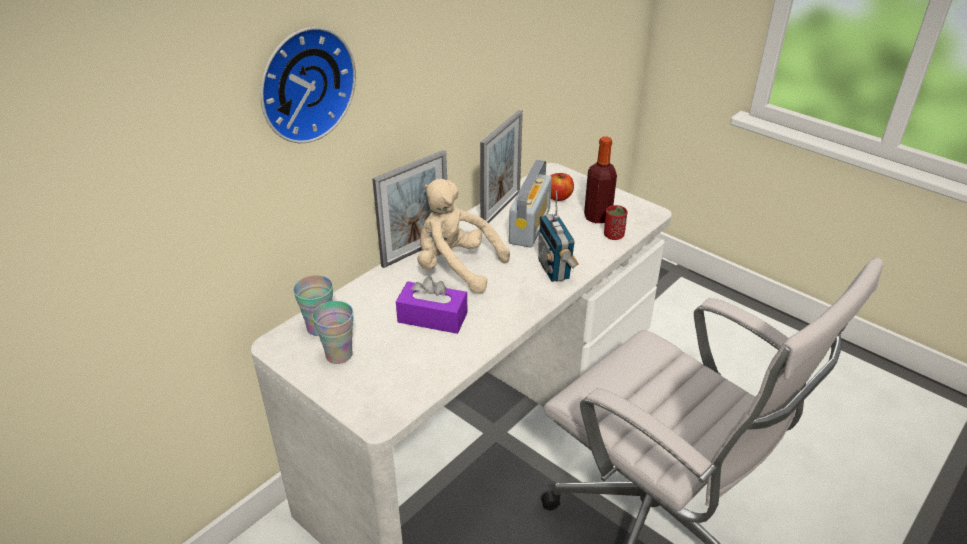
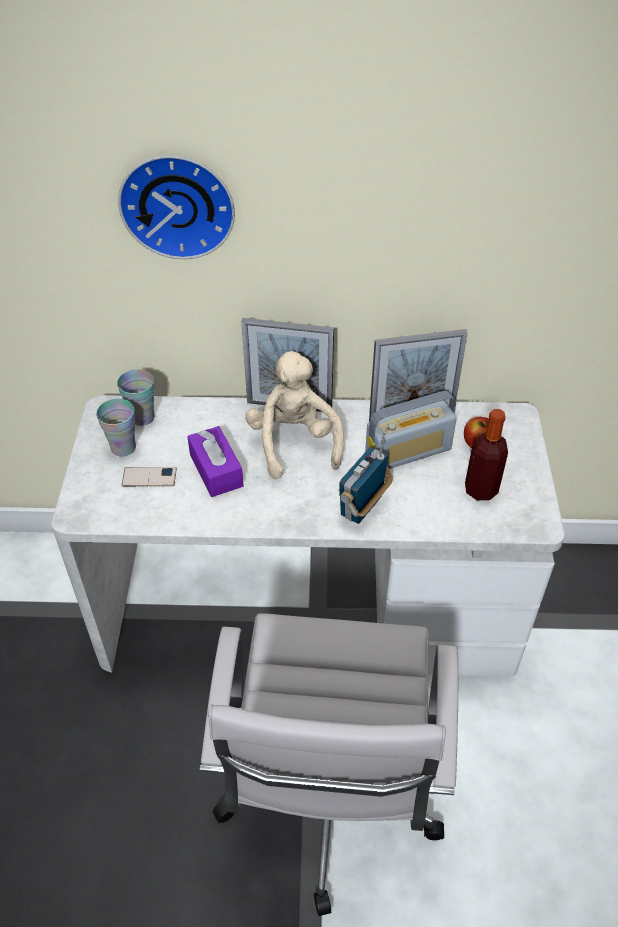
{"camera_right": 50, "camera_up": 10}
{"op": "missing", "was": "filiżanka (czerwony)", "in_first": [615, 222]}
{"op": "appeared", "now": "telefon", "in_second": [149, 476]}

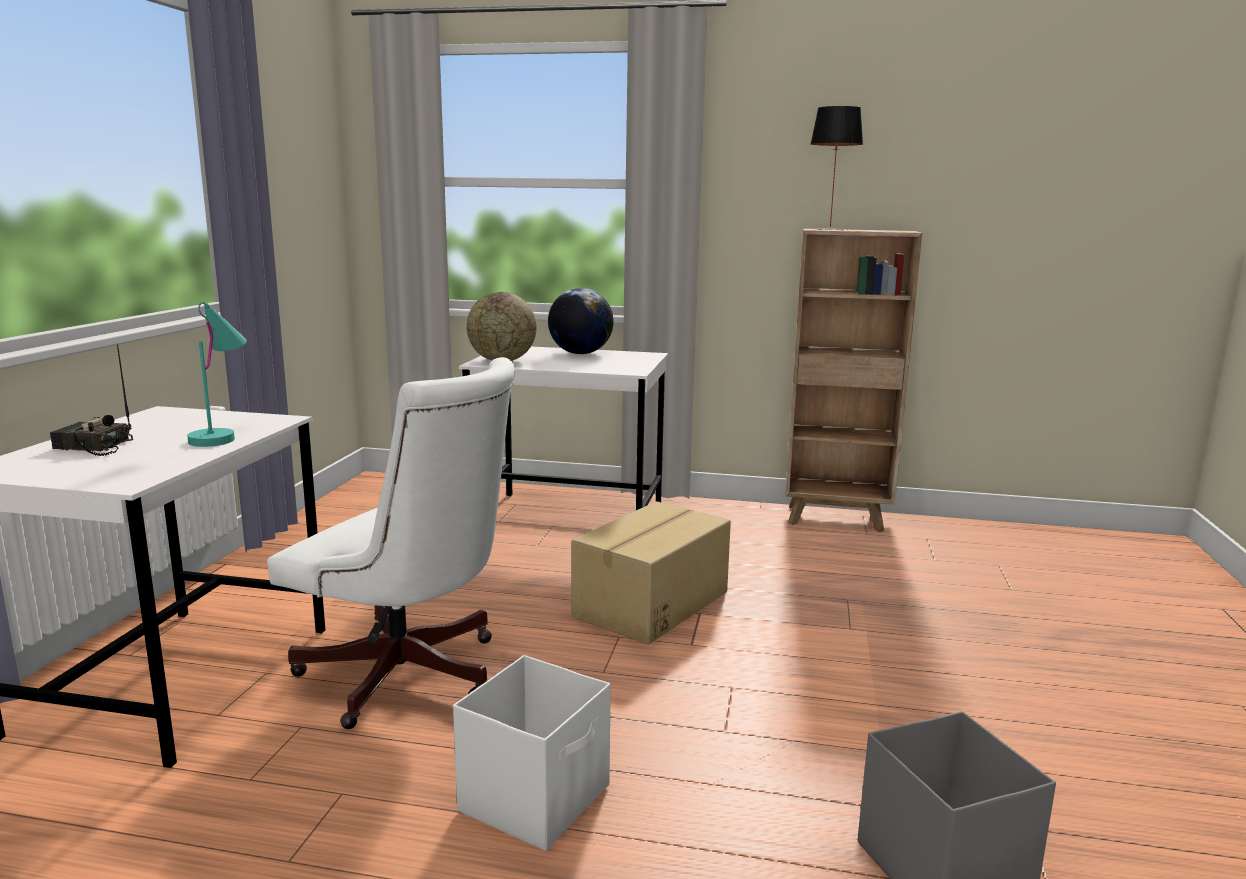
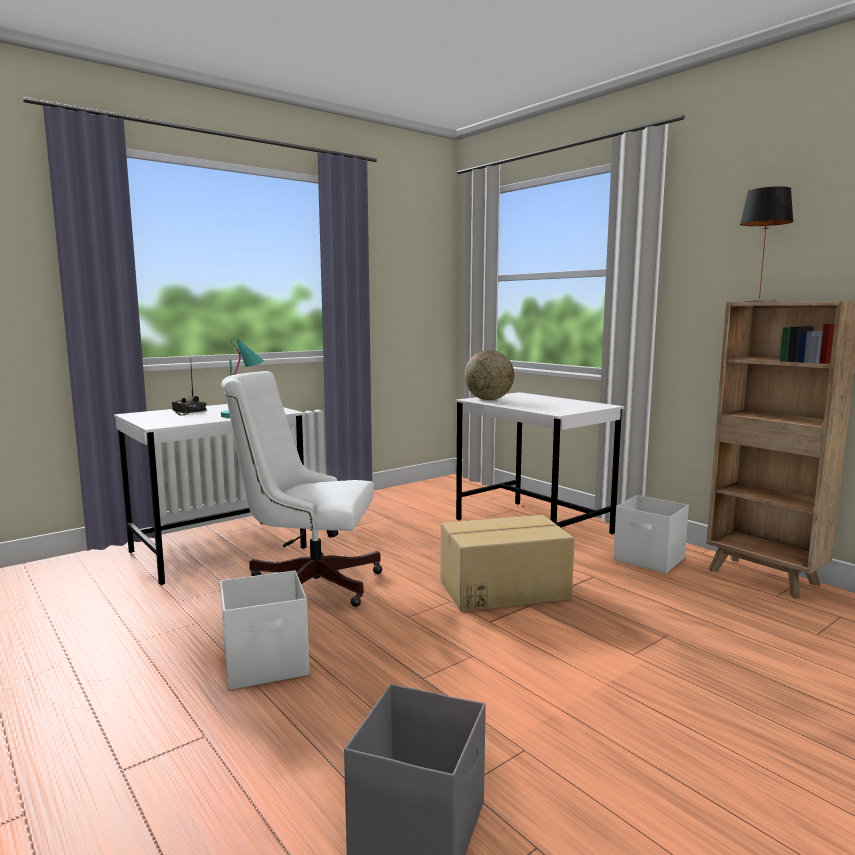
{"camera_right": 40, "camera_up": -5}
{"op": "spun", "was": "krzesło biurowe (biały)", "in_first": [391, 543], "in_second": [302, 489], "clockwise": 120}
{"op": "missing", "was": "globus", "in_first": [581, 321]}
{"op": "appeared", "now": "pojemnik do przechowywania (biały)", "in_second": [651, 534]}

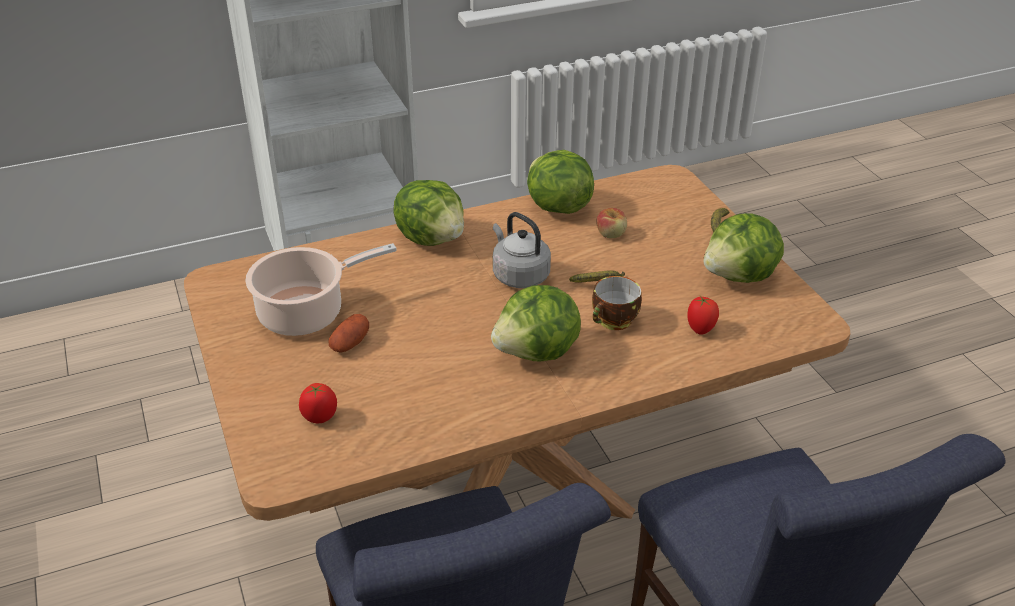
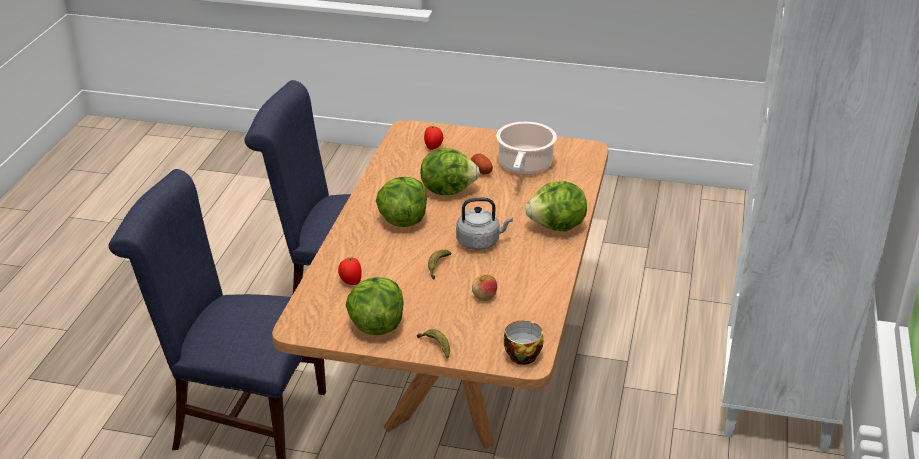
{"camera_right": 125, "camera_up": -5}
{"op": "relocated", "was": "sałata", "in_first": [560, 182], "in_second": [450, 171]}
{"op": "relocated", "was": "filiżanka", "in_first": [617, 303], "in_second": [523, 342]}

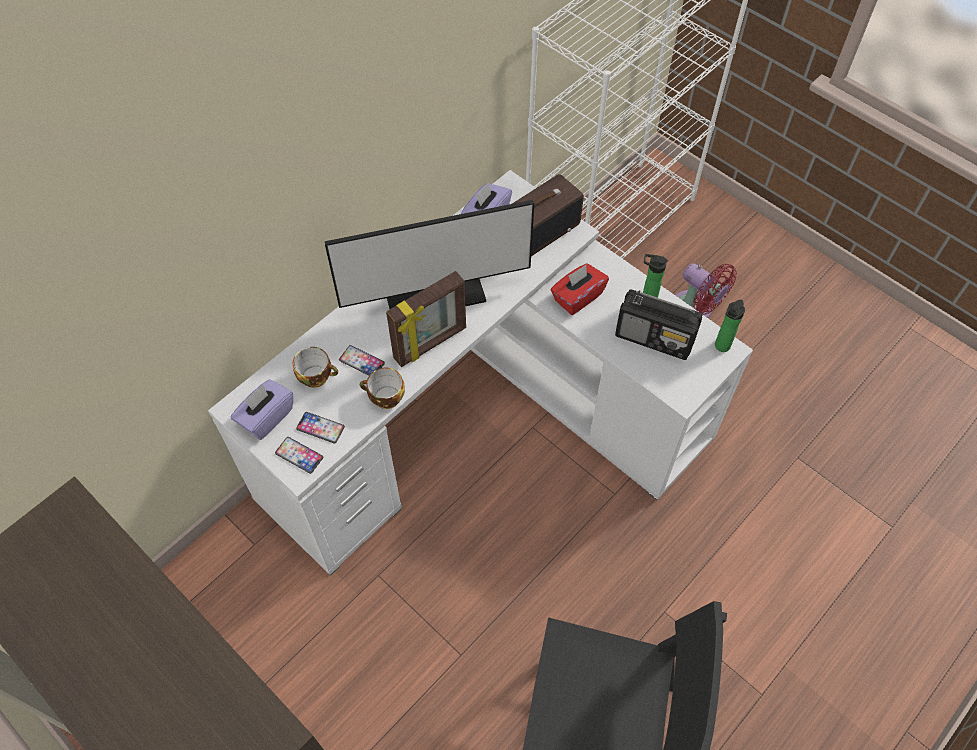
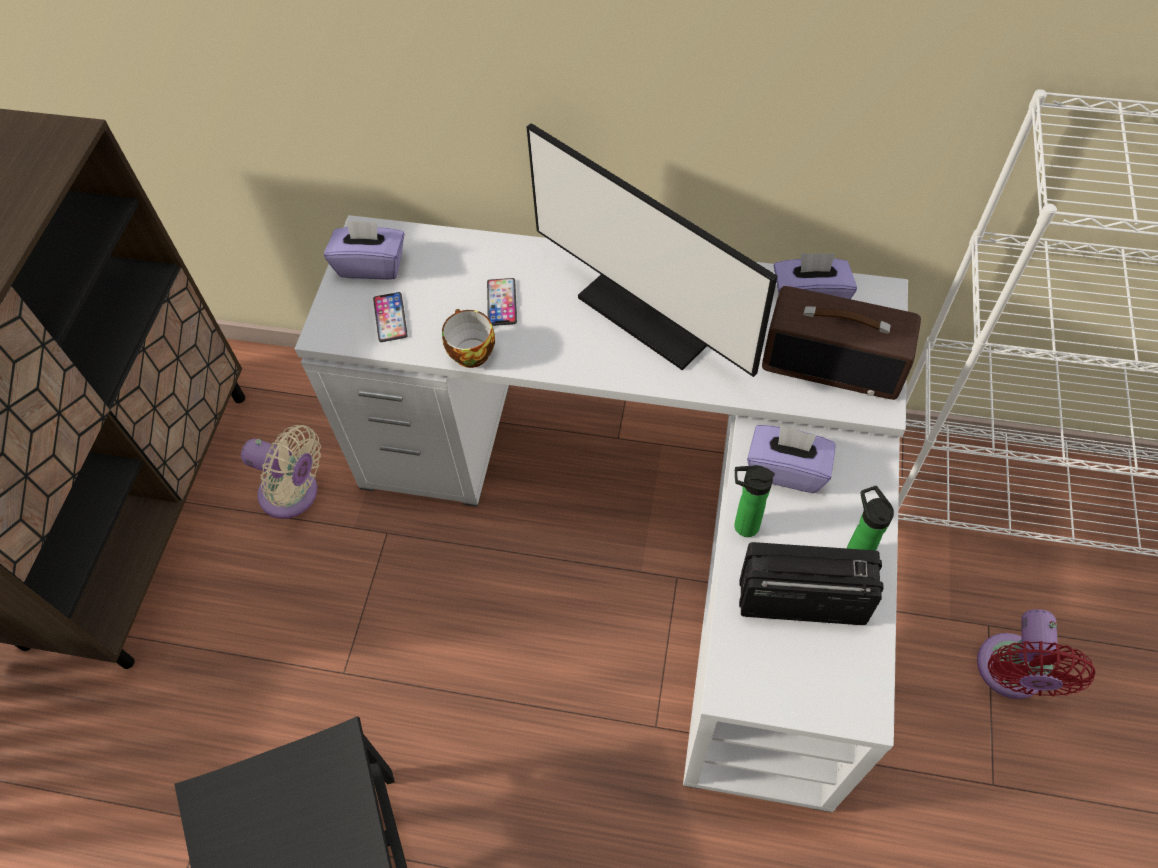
{"camera_right": 60, "camera_up": 0}
{"op": "missing", "was": "telefon", "in_first": [299, 455]}
{"op": "missing", "was": "filiżanka", "in_first": [315, 367]}
{"op": "missing", "was": "ramka na zdjęcie", "in_first": [426, 319]}
{"op": "colour", "was": "pudełko chusteczek (czerwony)", "now": "pudełko chusteczek (fioletowy)", "in_first": [580, 289], "in_second": [791, 459]}
{"op": "spun", "was": "radio", "in_first": [658, 324], "in_second": [811, 583], "clockwise": 105}
{"op": "relocated", "was": "butelka", "in_first": [730, 325], "in_second": [754, 501]}
{"op": "appeared", "now": "wentylator (beżowy)", "in_second": [281, 472]}

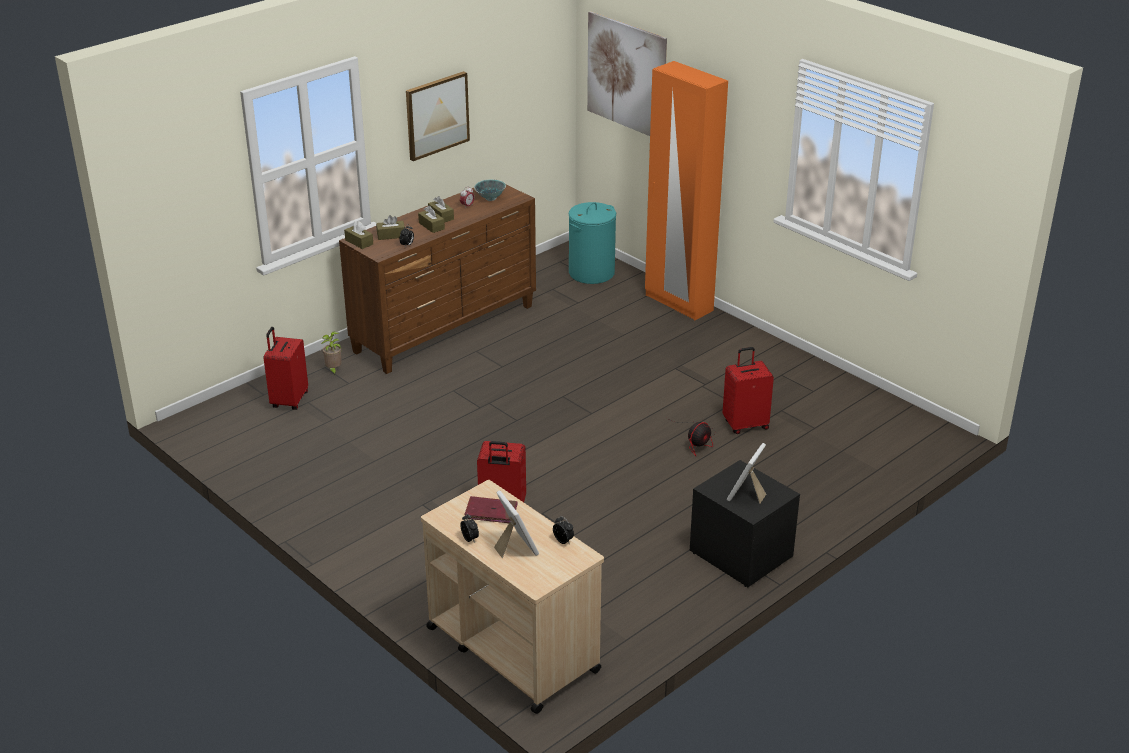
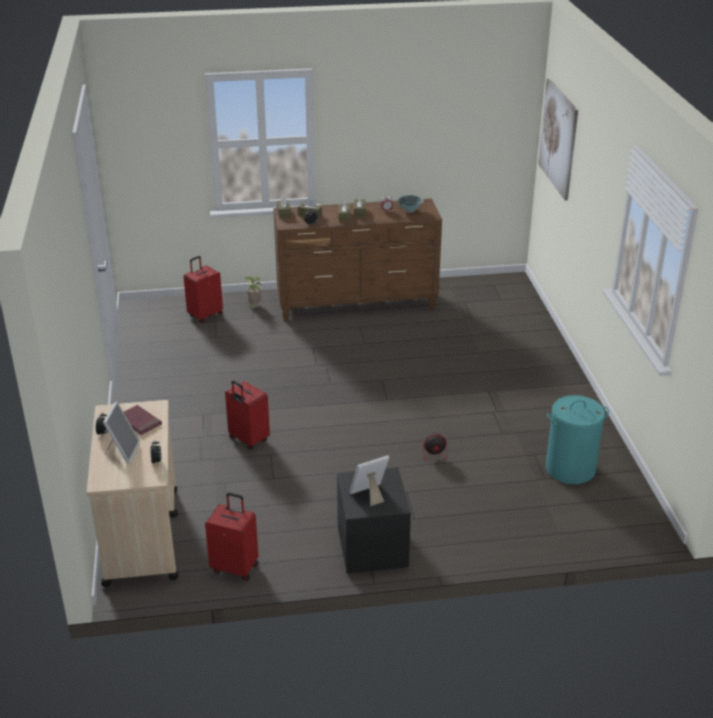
{"camera_right": 35, "camera_up": 0}
{"op": "missing", "was": "obraz", "in_first": [438, 116]}
{"op": "relocated", "was": "kosz na pranie (turkusowy)", "in_first": [592, 243], "in_second": [577, 439]}
{"op": "missing", "was": "szafa (pomarańczowy)", "in_first": [686, 190]}
{"op": "relocated", "was": "walizka (czerwony)", "in_first": [748, 390], "in_second": [232, 536]}

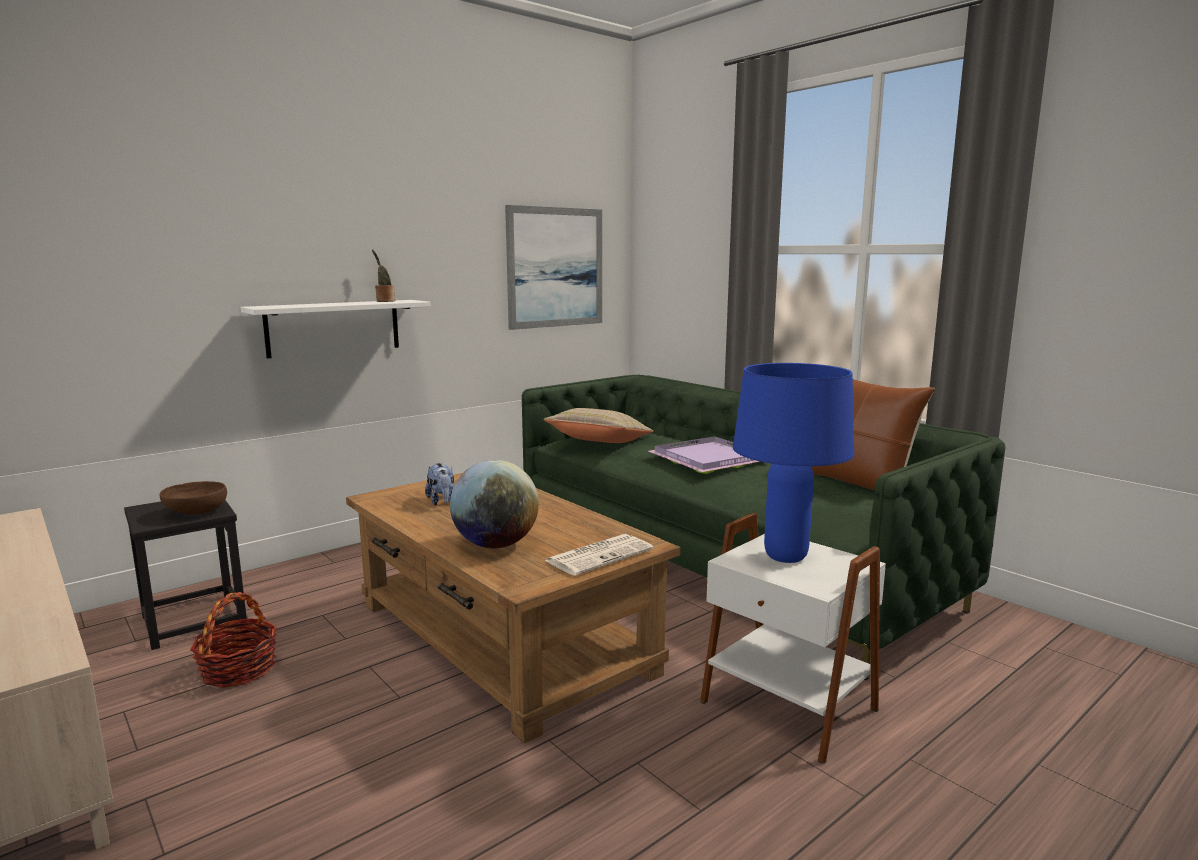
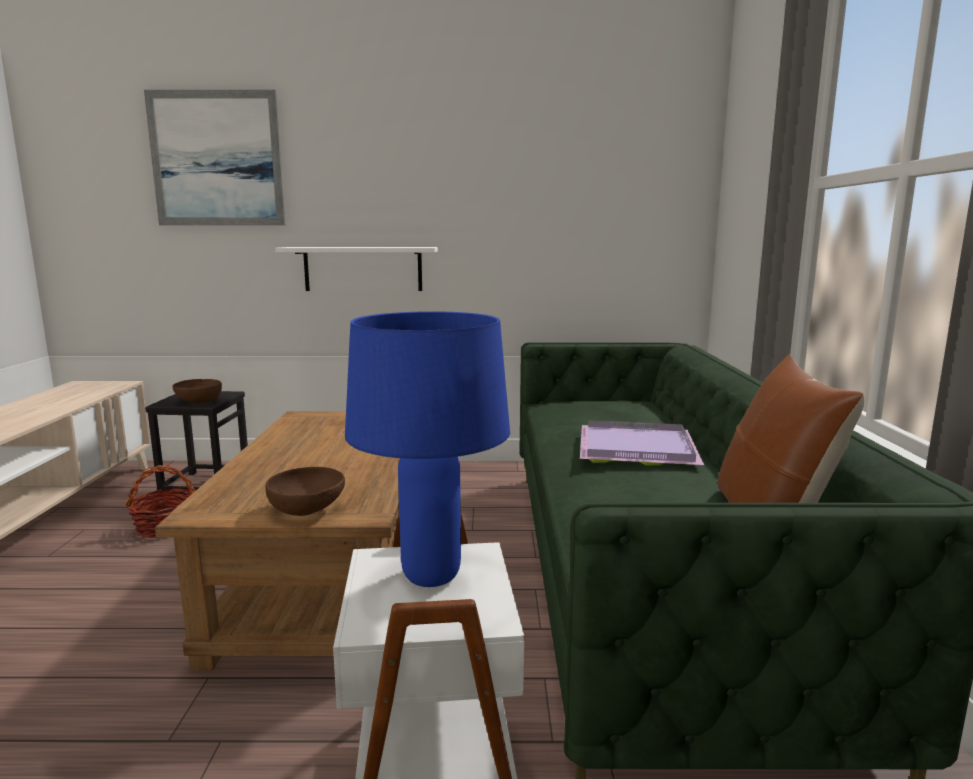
{"camera_right": 40, "camera_up": 0}
{"op": "missing", "was": "roślina doniczkowa", "in_first": [383, 275]}
{"op": "missing", "was": "pluszak", "in_first": [439, 484]}
{"op": "missing", "was": "globus", "in_first": [494, 504]}
{"op": "relocated", "was": "obraz", "in_first": [553, 267], "in_second": [214, 157]}
{"op": "missing", "was": "poduszka (beżowy)", "in_first": [598, 425]}
{"op": "exchanged", "was": "gazeta", "now": "miska (brązowy)", "in_first": [599, 555], "in_second": [305, 491]}

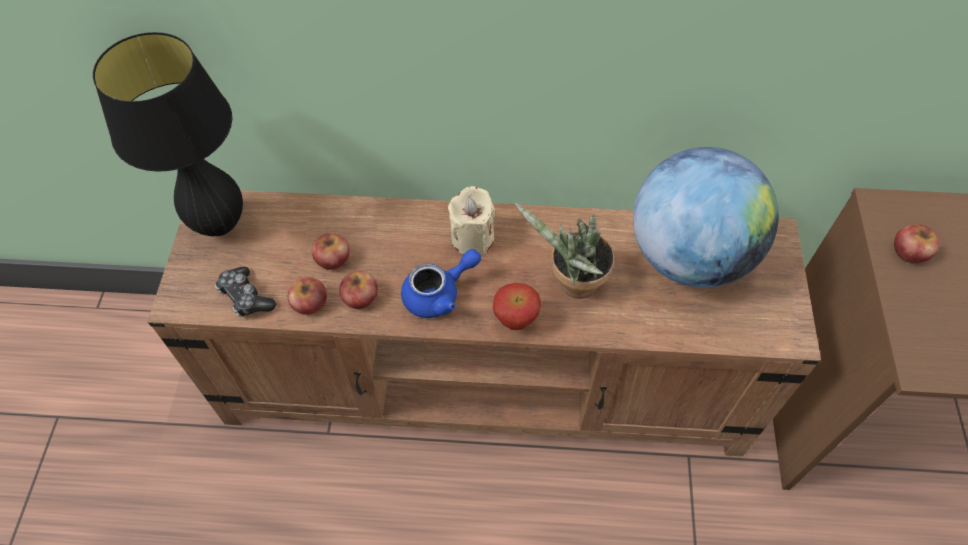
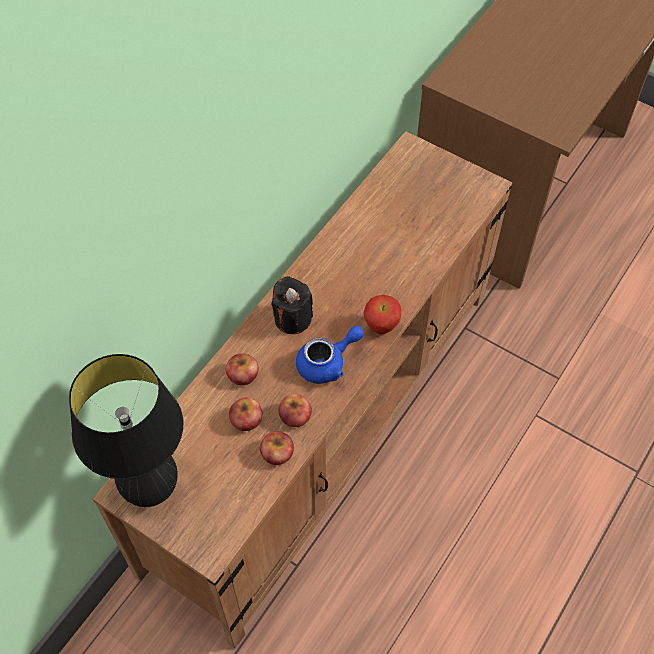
{"camera_right": -60, "camera_up": 0}
{"op": "missing", "was": "pad do gier", "in_first": [245, 292]}
{"op": "spun", "was": "imbryk (niebieski)", "in_first": [441, 283], "in_second": [330, 355], "clockwise": 60}
{"op": "colour", "was": "świeca (beżowy)", "now": "świeca (czarny)", "in_first": [471, 220], "in_second": [292, 305]}
{"op": "missing", "was": "roślina doniczkowa", "in_first": [565, 251]}
{"op": "missing", "was": "globus", "in_first": [706, 217]}
{"op": "relocated", "was": "jabłko", "in_first": [916, 243], "in_second": [242, 369]}

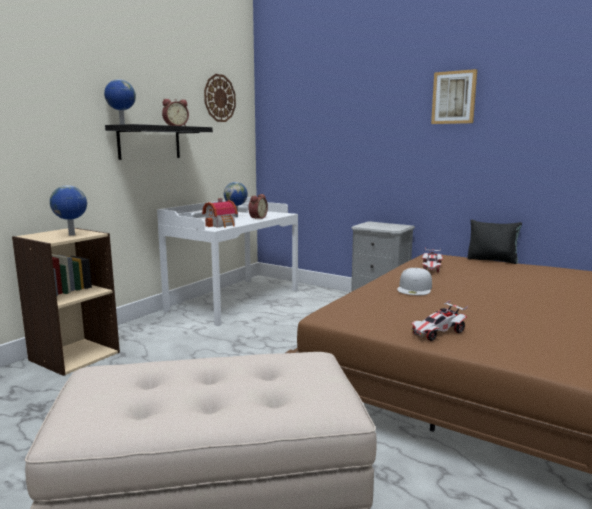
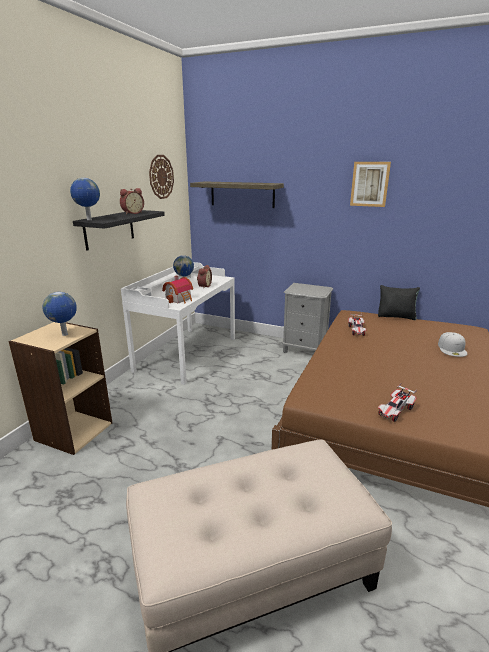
{"camera_right": -10, "camera_up": 10}
{"op": "relocated", "was": "czapka z daszkiem (biały)", "in_first": [414, 281], "in_second": [452, 344]}
{"op": "appeared", "now": "półka", "in_second": [237, 194]}

